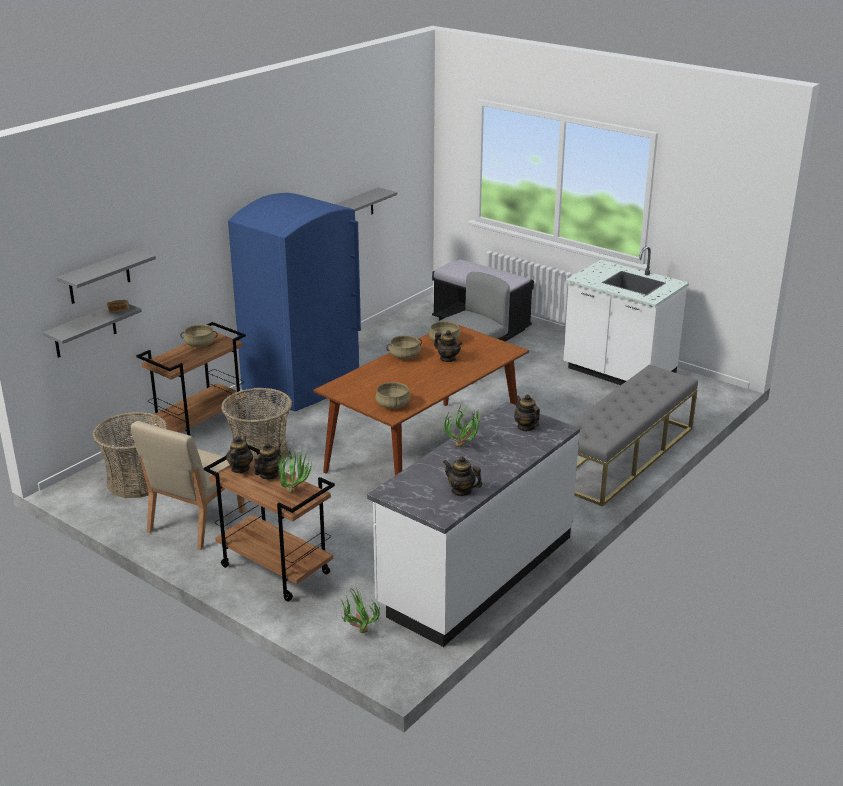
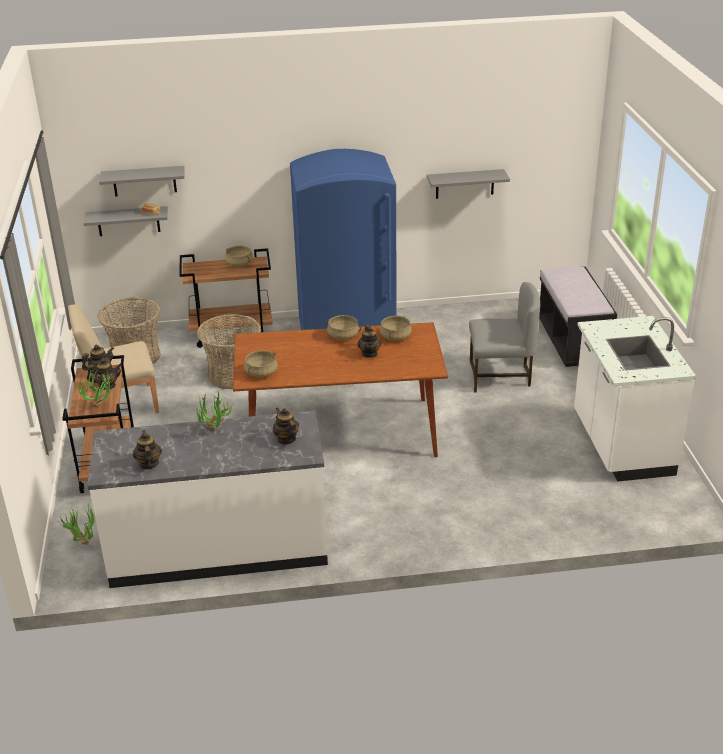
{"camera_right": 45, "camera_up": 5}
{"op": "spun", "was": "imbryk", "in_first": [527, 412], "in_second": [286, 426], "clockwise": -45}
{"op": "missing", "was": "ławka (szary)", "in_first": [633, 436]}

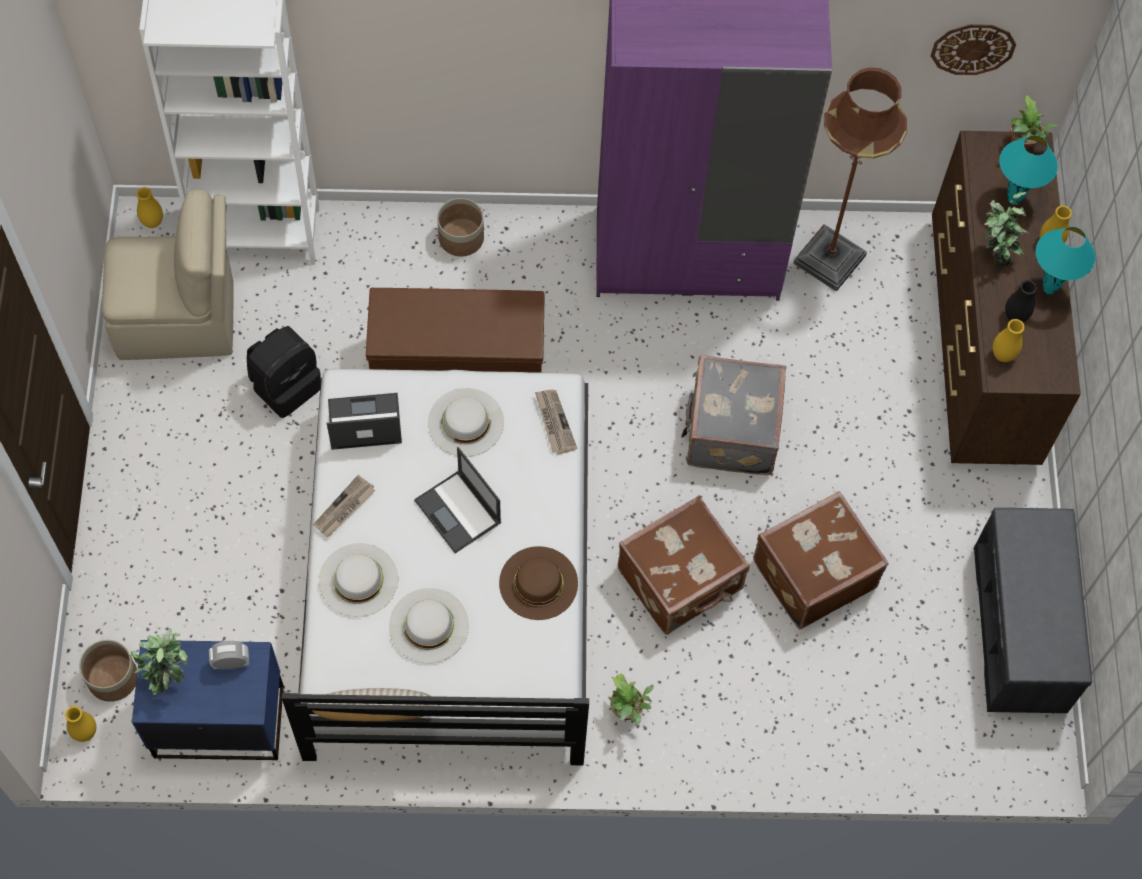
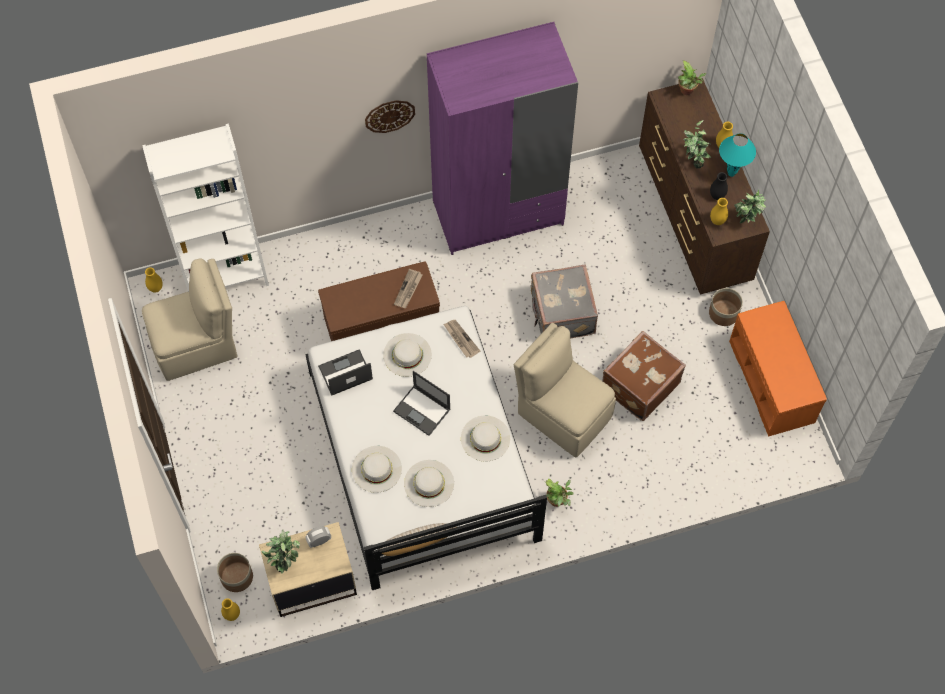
{"camera_right": -15, "camera_up": 0}
{"op": "colour", "was": "szafka nocna (niebieski)", "now": "szafka nocna (beżowy)", "in_first": [208, 700], "in_second": [308, 569]}
{"op": "missing", "was": "plecak (czarny)", "in_first": [284, 372]}
{"op": "relocated", "was": "gazeta", "in_first": [344, 506], "in_second": [408, 288]}
{"op": "relocated", "was": "donica", "in_first": [460, 227], "in_second": [726, 307]}
{"op": "colour", "was": "kapelusz (brązowy)", "now": "kapelusz (biały)", "in_first": [538, 583], "in_second": [485, 439]}
{"op": "exchanged", "was": "walizka (brązowy)", "now": "krzesło (beżowy)", "in_first": [684, 565], "in_second": [565, 390]}
{"op": "missing", "was": "lampa stojąca (brązowy)", "in_first": [850, 180]}
{"op": "relocated", "was": "zegar ścienny", "in_first": [973, 49], "in_second": [390, 116]}
{"op": "colour", "was": "ławka (szary)", "now": "ławka (pomarańczowy)", "in_first": [1033, 610], "in_second": [778, 369]}
{"op": "missing", "was": "lampa stołowa (turkusowy)", "in_first": [1028, 170]}
{"op": "appeared", "now": "roślina doniczkowa", "in_second": [750, 206]}

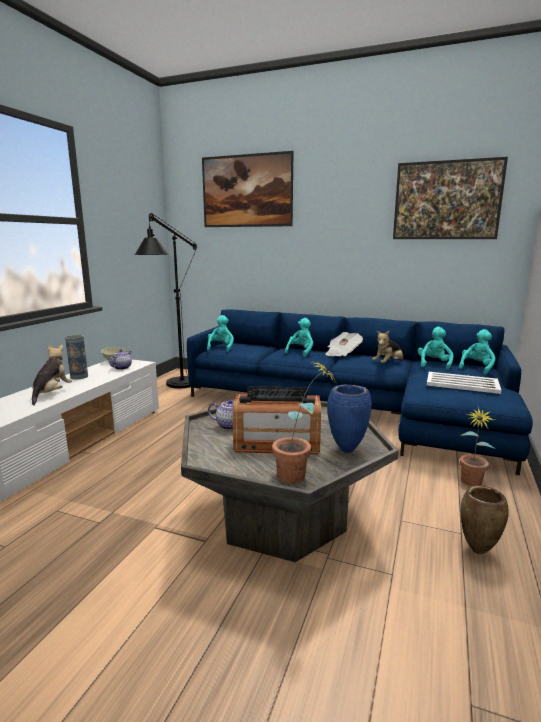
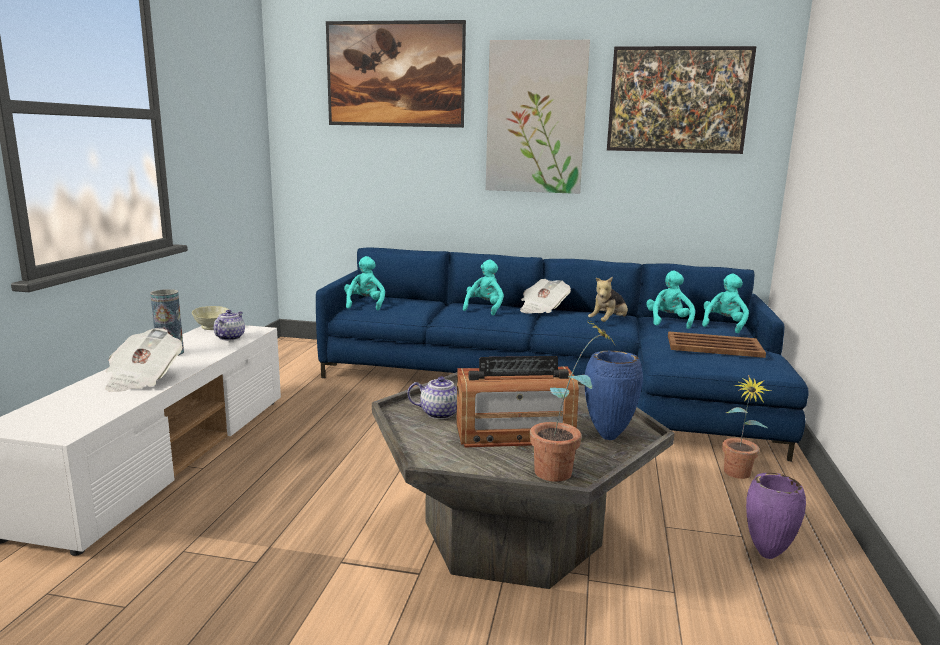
{"camera_right": -10, "camera_up": 0}
{"op": "exchanged", "was": "pluszak", "now": "gazeta", "in_first": [52, 375], "in_second": [144, 360]}
{"op": "missing", "was": "lampa stojąca (czarny)", "in_first": [165, 301]}
{"op": "colour", "was": "taca (biały)", "now": "taca (brązowy)", "in_first": [464, 383], "in_second": [717, 344]}
{"op": "colour", "was": "wazon (brązowy)", "now": "wazon (fioletowy)", "in_first": [484, 519], "in_second": [776, 516]}
{"op": "appeared", "now": "obraz", "in_second": [538, 117]}

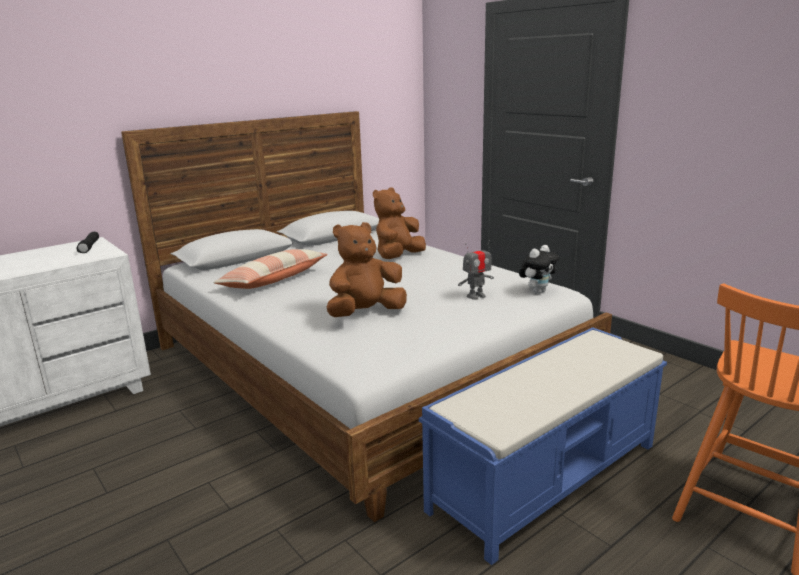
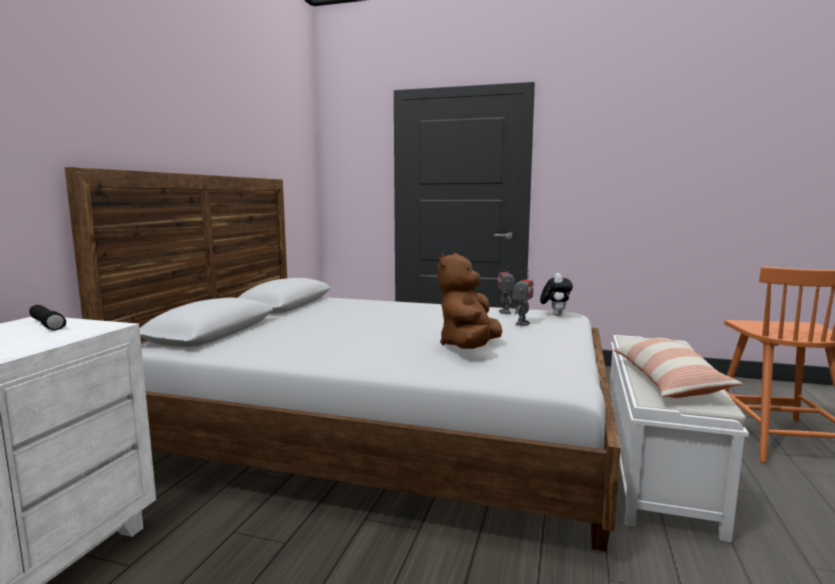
{"camera_right": -35, "camera_up": -10}
{"op": "relocated", "was": "poduszka", "in_first": [270, 269], "in_second": [678, 368]}
{"op": "missing", "was": "pluszak (brązowy)", "in_first": [399, 223]}
{"op": "colour", "was": "ławka (niebieski)", "now": "ławka (biały)", "in_first": [543, 446], "in_second": [679, 438]}
{"op": "appeared", "now": "robot zabawkowy", "in_second": [506, 288]}

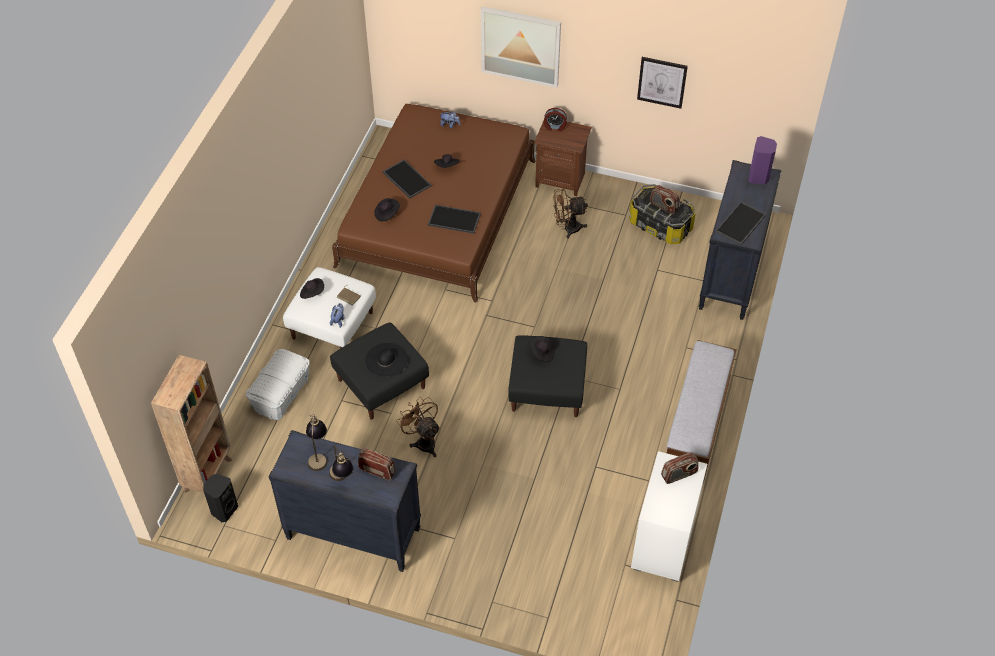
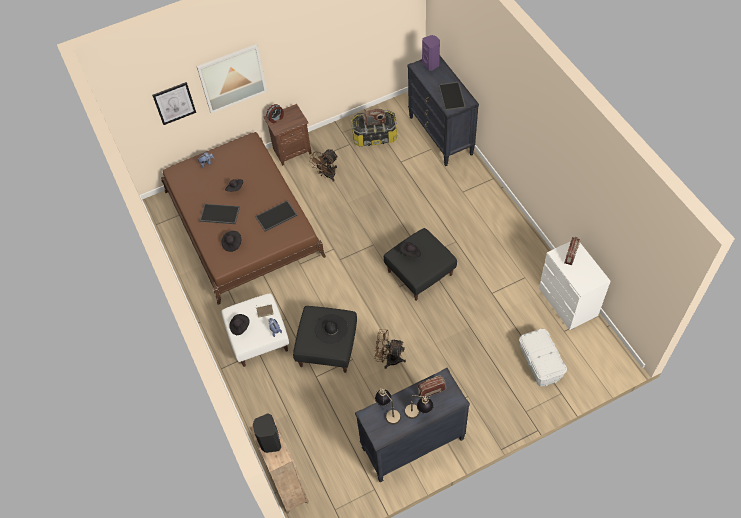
{"camera_right": -40, "camera_up": 5}
{"op": "relocated", "was": "głośnik (czarny)", "in_first": [220, 498], "in_second": [267, 433]}
{"op": "relocated", "was": "pojemnik do przechowywania (biały)", "in_first": [278, 384], "in_second": [543, 357]}
{"op": "relocated", "was": "obraz", "in_first": [662, 83], "in_second": [174, 103]}
{"op": "missing", "was": "ławka", "in_first": [701, 411]}

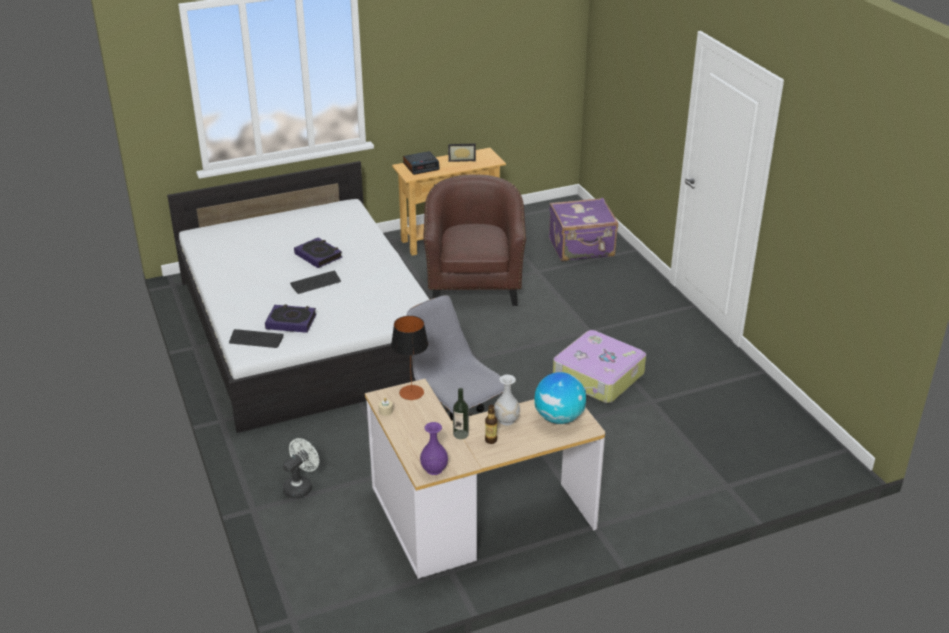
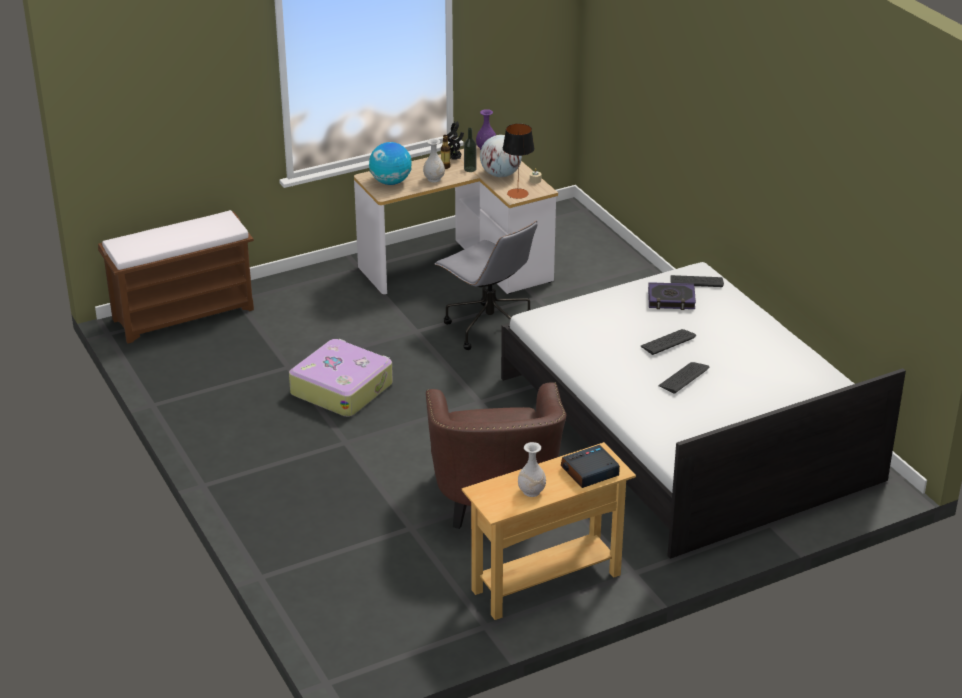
{"camera_right": 175, "camera_up": 0}
{"op": "missing", "was": "wentylator (biały)", "in_first": [301, 468]}
{"op": "exchanged", "was": "książka", "now": "klawiatura", "in_first": [318, 253], "in_second": [684, 377]}
{"op": "exchanged", "was": "ramka na zdjęcie", "now": "wazon (biały)", "in_first": [462, 152], "in_second": [532, 469]}
{"op": "missing", "was": "walizka (fioletowy)", "in_first": [583, 229]}
{"op": "appeared", "now": "ławka (brązowy)", "in_second": [176, 276]}
{"op": "appeared", "now": "roślina doniczkowa", "in_second": [455, 140]}
{"op": "appeared", "now": "globus", "in_second": [501, 156]}

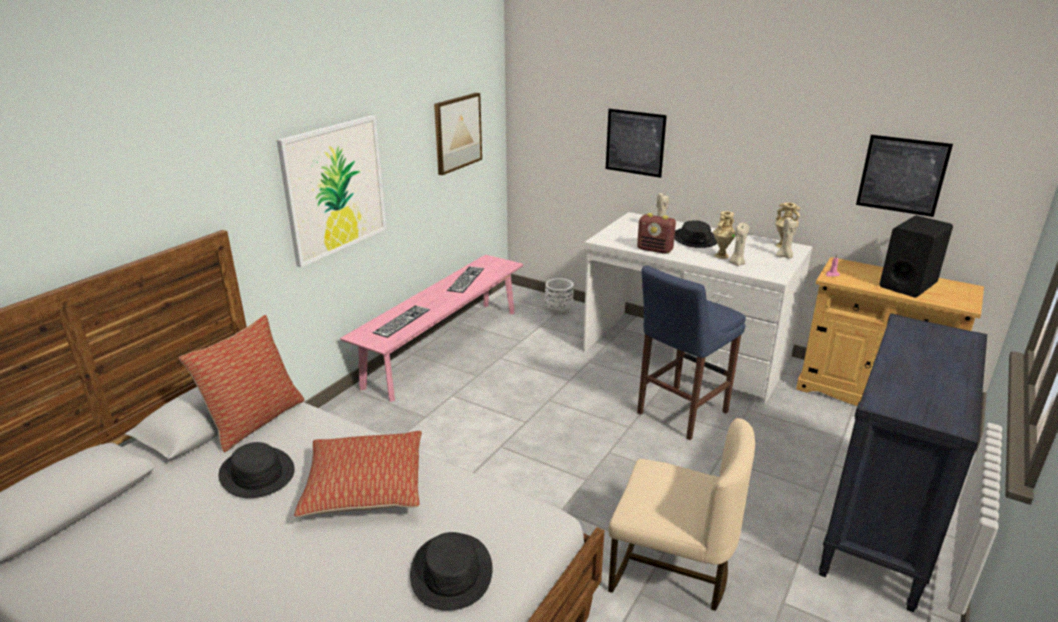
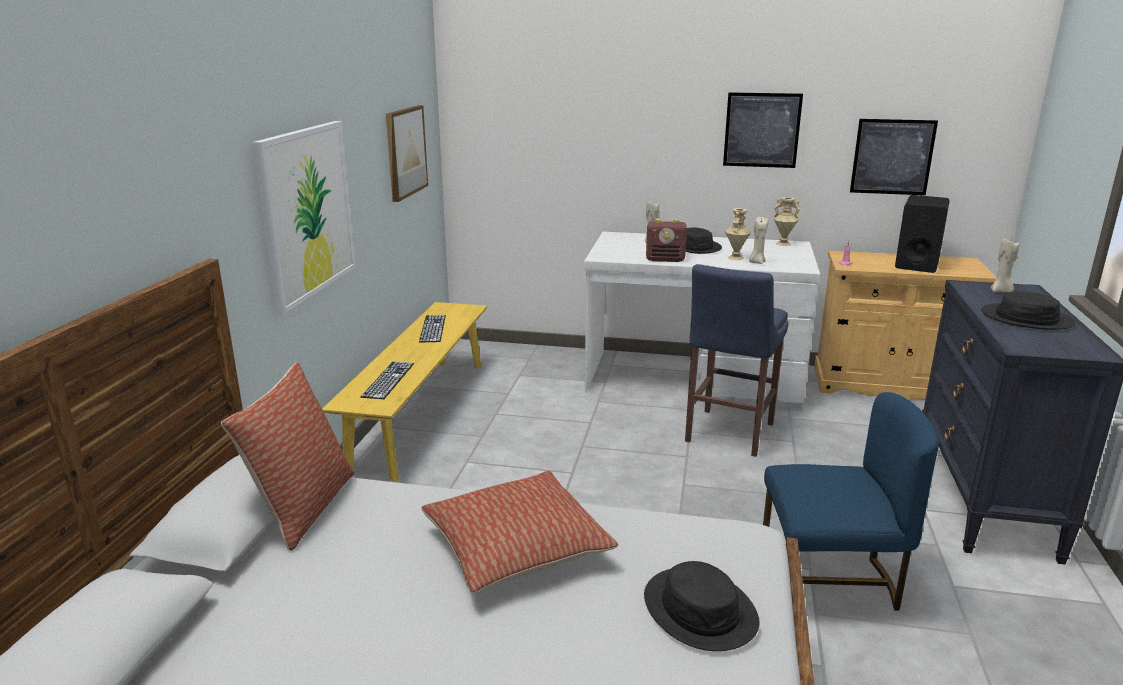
{"camera_right": -20, "camera_up": -5}
{"op": "relocated", "was": "kapelusz (czarny)", "in_first": [257, 470], "in_second": [1028, 310]}
{"op": "colour", "was": "ławka (różowy)", "now": "ławka (żółty)", "in_first": [431, 328], "in_second": [404, 392]}
{"op": "missing", "was": "donica (biały)", "in_first": [559, 296]}
{"op": "relocated", "was": "obraz", "in_first": [636, 143], "in_second": [763, 130]}
{"op": "colour", "was": "krzesło (beżowy)", "now": "krzesło (niebieski)", "in_first": [681, 514], "in_second": [851, 501]}
{"op": "relocated", "was": "świeca (beżowy)", "in_first": [786, 237], "in_second": [1005, 265]}

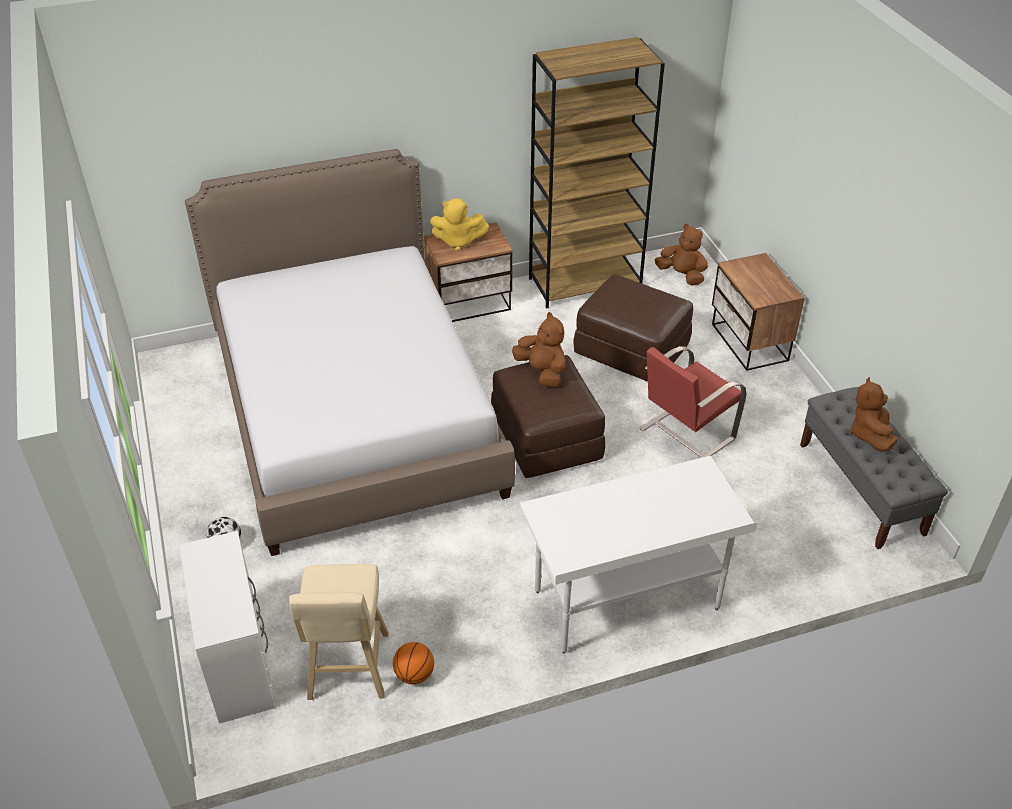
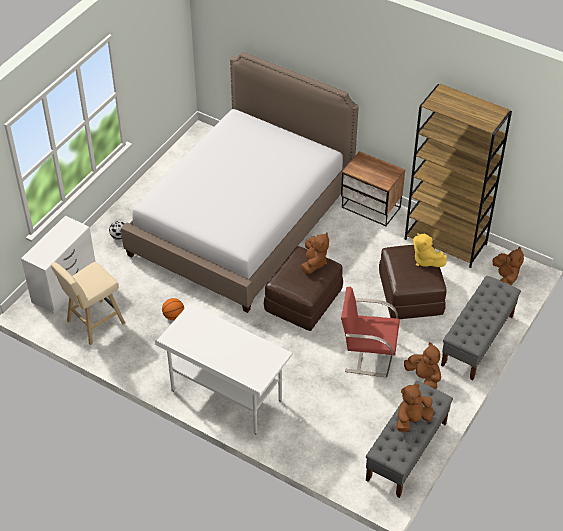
{"camera_right": 50, "camera_up": 5}
{"op": "relocated", "was": "piłka do koszykówki", "in_first": [413, 663], "in_second": [173, 309]}
{"op": "relocated", "was": "pluszak (żółty)", "in_first": [459, 225], "in_second": [430, 249]}
{"op": "exchanged", "was": "szafka nocna", "now": "ławka (szary)", "in_first": [758, 312], "in_second": [481, 328]}
{"op": "appeared", "now": "pluszak (brązowy)", "in_second": [422, 365]}

